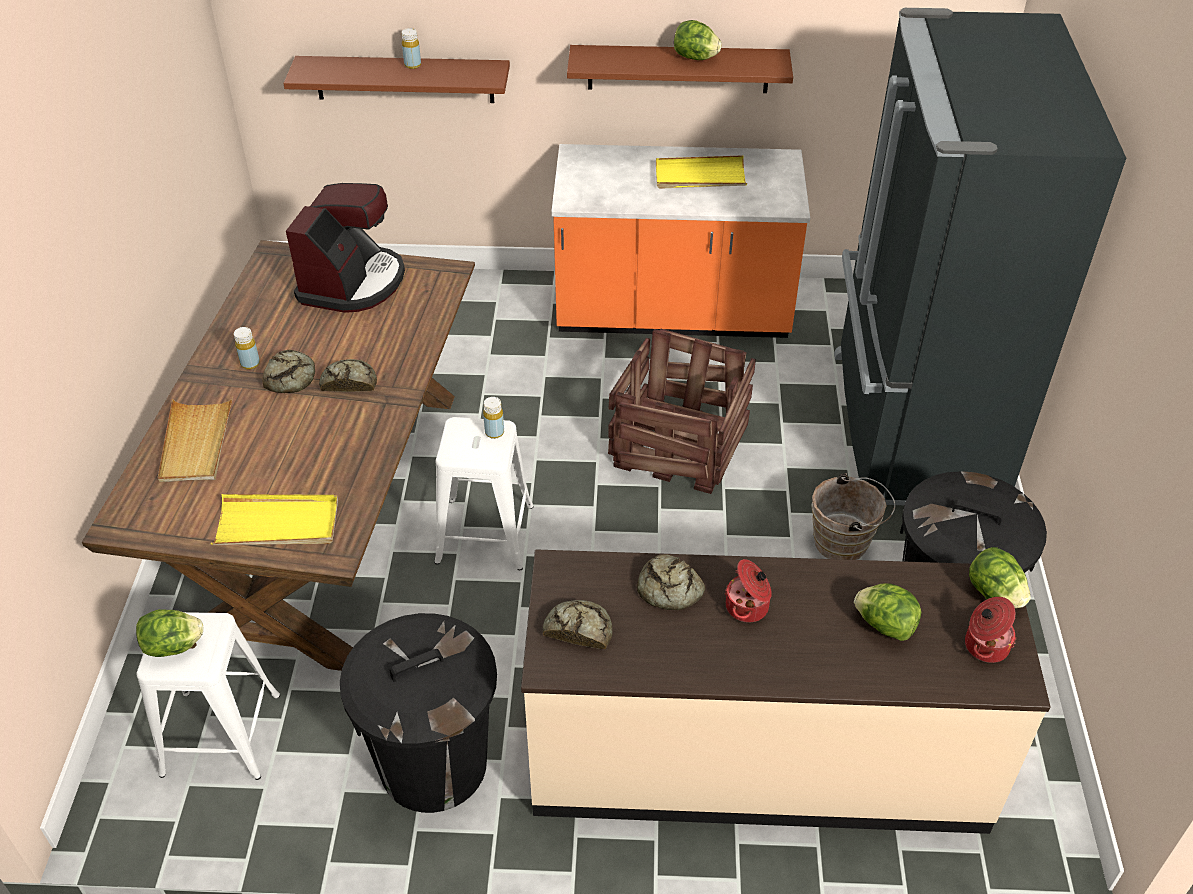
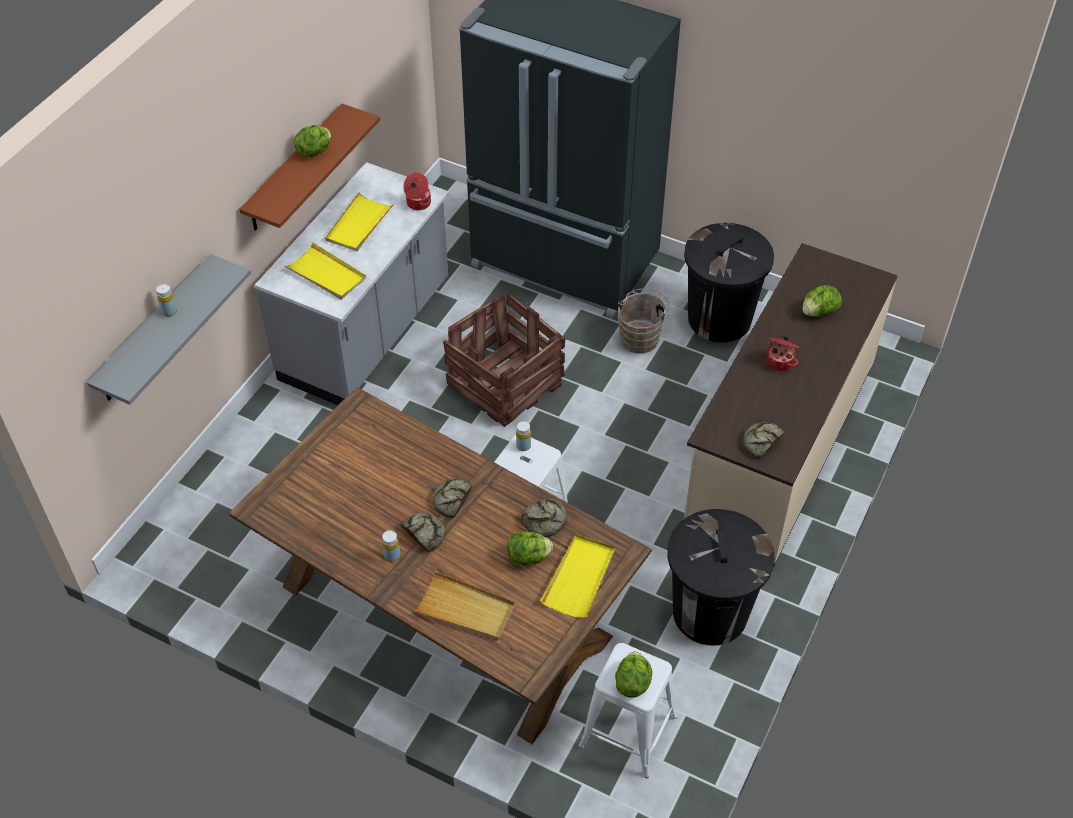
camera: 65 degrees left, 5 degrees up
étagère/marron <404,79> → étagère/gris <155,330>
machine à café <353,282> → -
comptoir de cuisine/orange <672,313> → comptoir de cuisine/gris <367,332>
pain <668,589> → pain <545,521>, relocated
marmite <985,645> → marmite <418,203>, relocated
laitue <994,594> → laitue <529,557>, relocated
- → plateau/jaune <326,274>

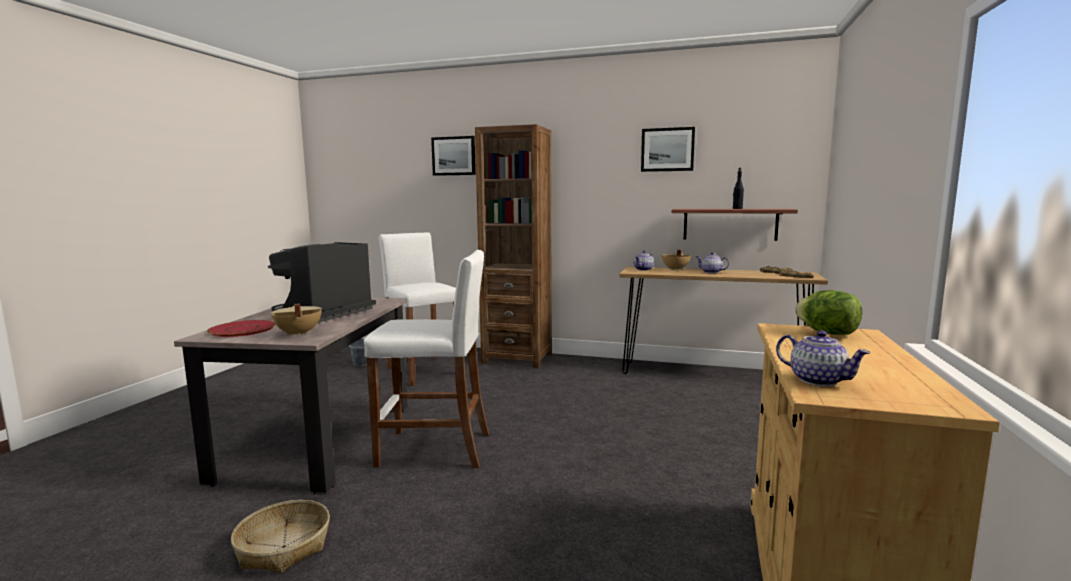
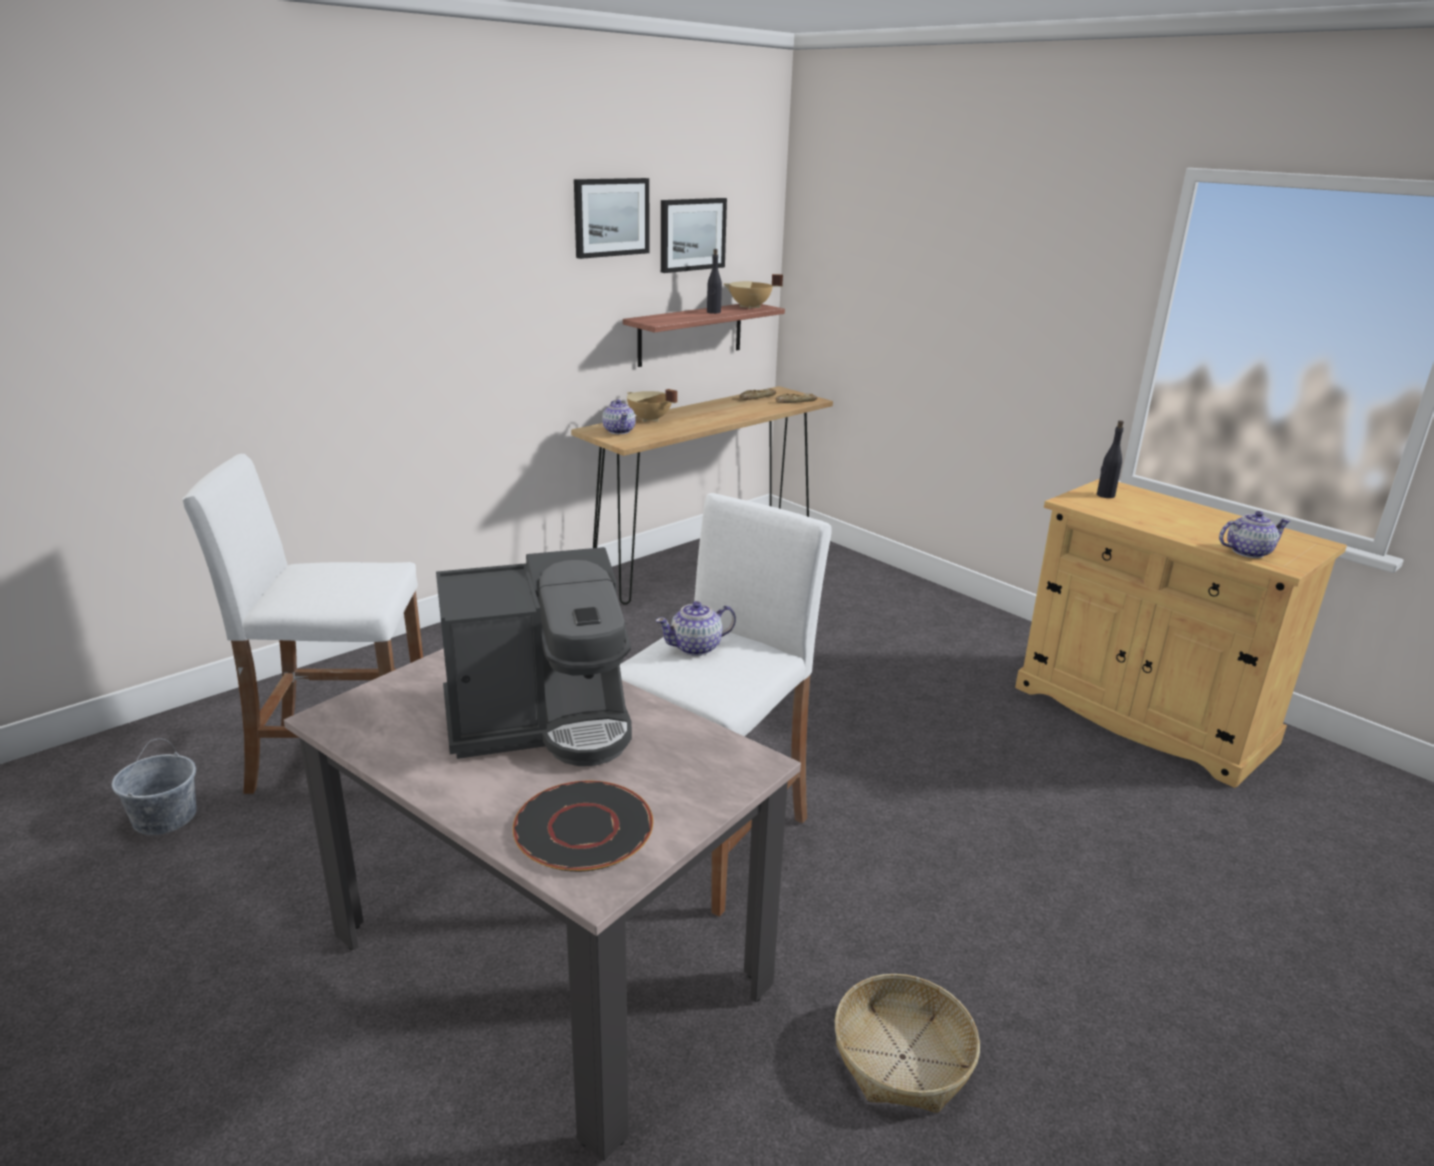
camera: 60 degrees left, 15 degrees up
assiette/rouge <242,329> → assiette/noir <582,828>
machine à café <323,314> → machine à café <542,723>, 75 degrees counterclockwise
marmite/beige <297,334> → marmite/beige <750,307>, relocated
tableau <454,156> → tableau <692,234>, relocated
bibliothèque/marron <517,358> → -
théière <711,272> → théière <696,647>, relocated
laitue <827,333> → bouteille/noir <1105,495>

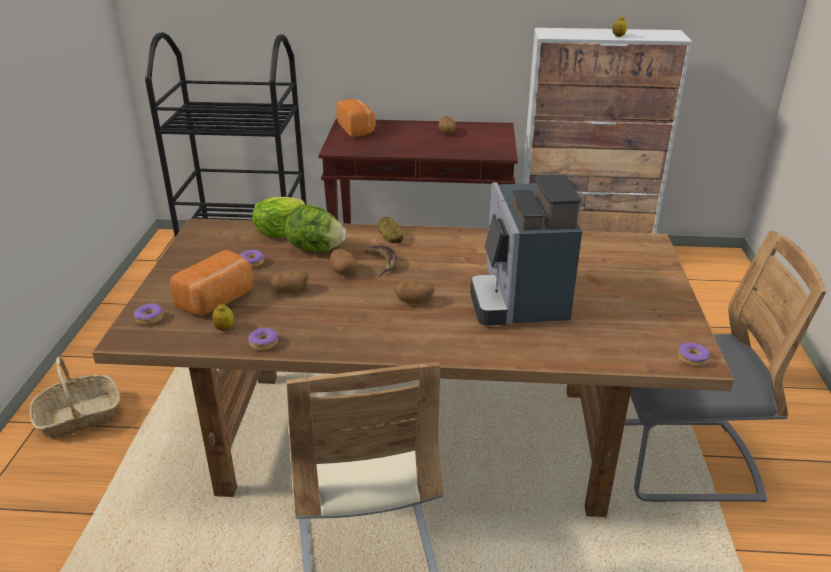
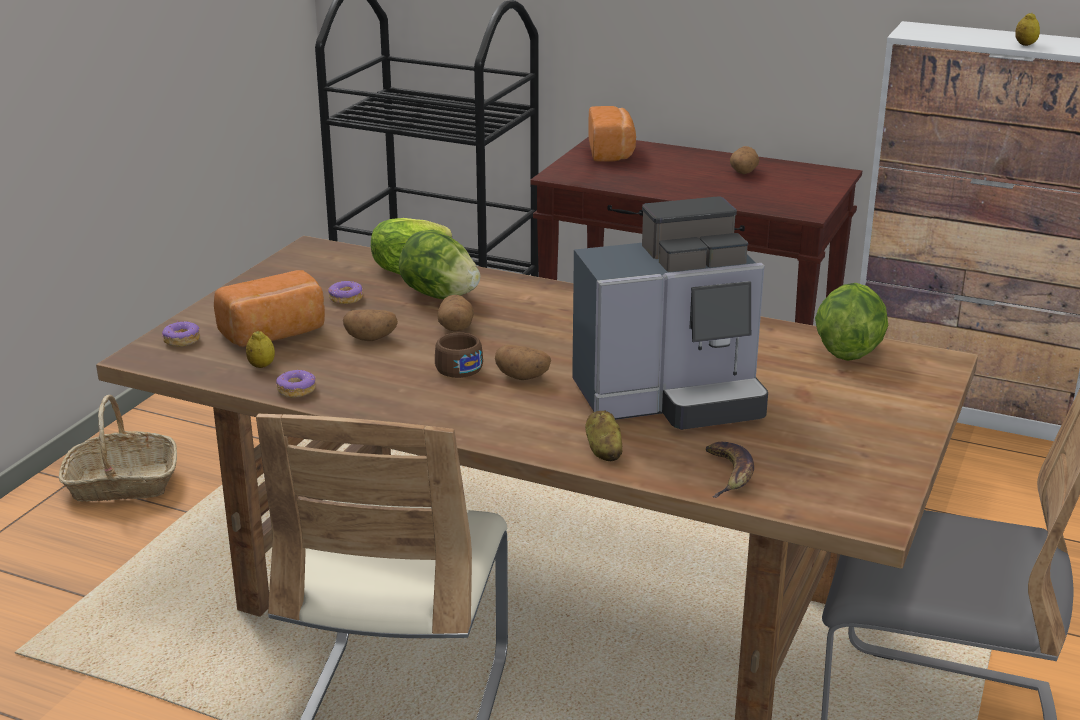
camera: 20 degrees right, 5 degrees down
banane <382,263> → banane <728,474>, relocated
pomme de terre <390,238> → pomme de terre <603,451>, relocated
machine à café <519,299> → machine à café <671,399>, 120 degrees counterclockwise
beignet <692,359> → -
- → tasse/marron <456,367>
- → laitue <847,350>

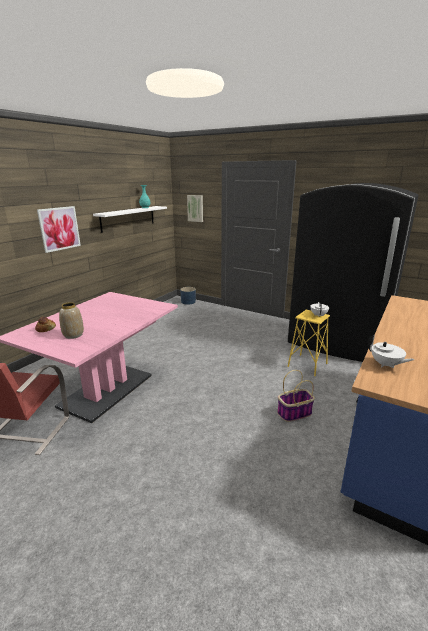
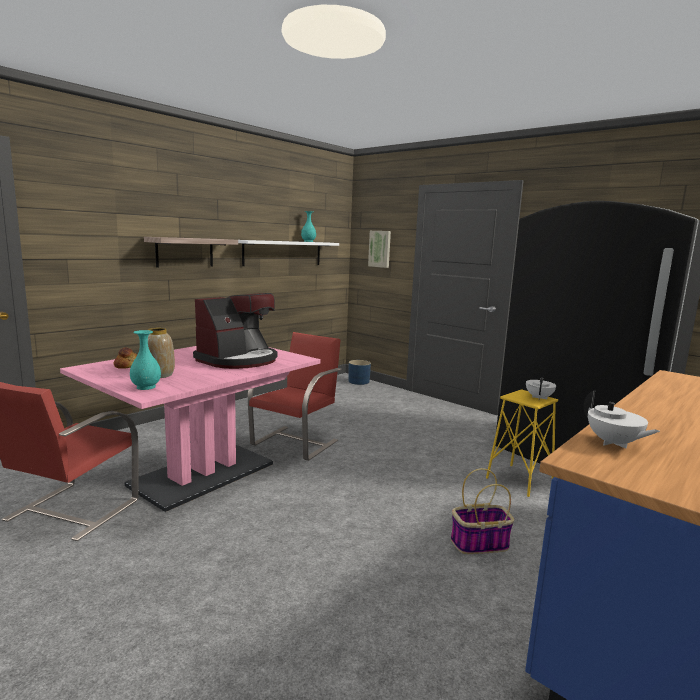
camera: 10 degrees right, 10 degrees down
tableau <59,228> → étagère <185,252>
- → vase/turquoise <146,387>
- → machine à café <238,360>
- → chaise/rouge <296,442>

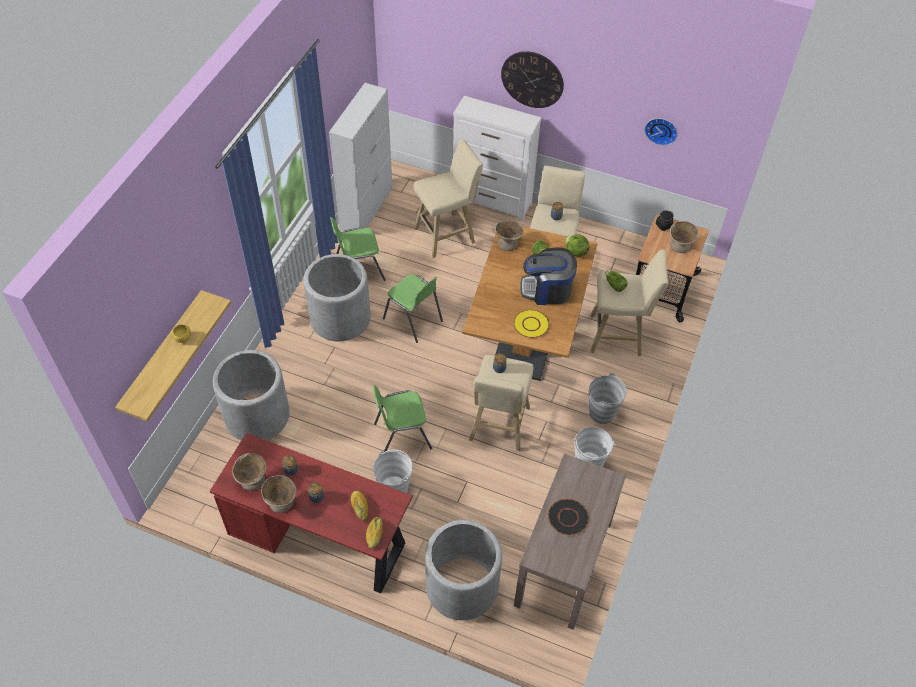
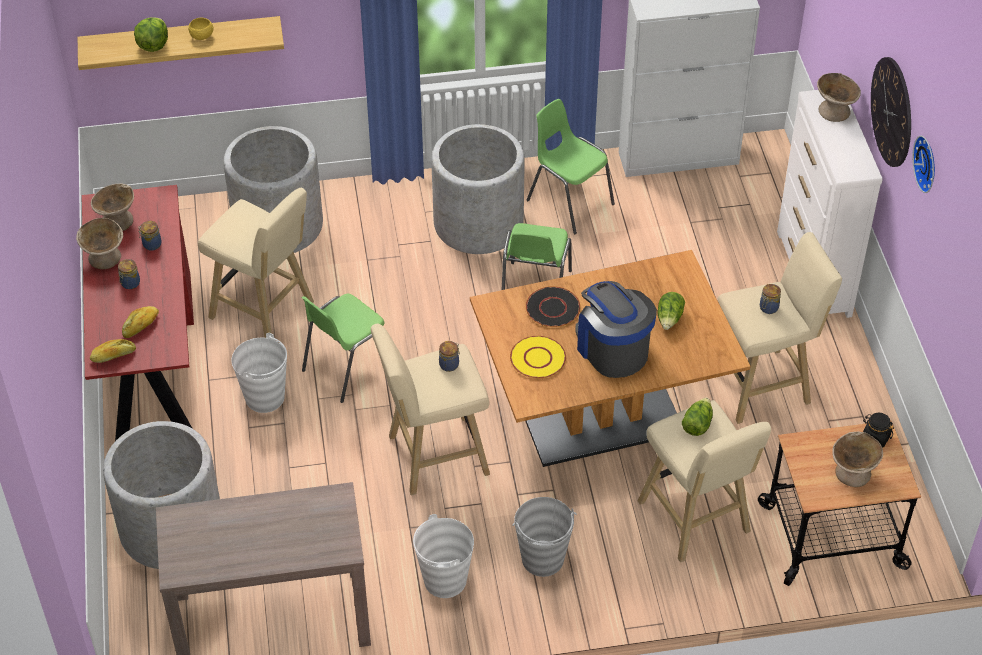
camera: 60 degrees right, 5 degrees down
chaise/vert <402,435> → chaise/vert <348,367>, 90 degrees counterclockwise
tabouret/beige <447,235> → tabouret/beige <265,312>, relocated
bol/beige <507,243> → bol/beige <834,111>, relocated
assiette/noir <568,517> → assiette/noir <553,308>, relocated
laitue <575,252> → laitue <153,45>, relocated
horloge murale <661,130> → horloge murale <928,163>, relocated

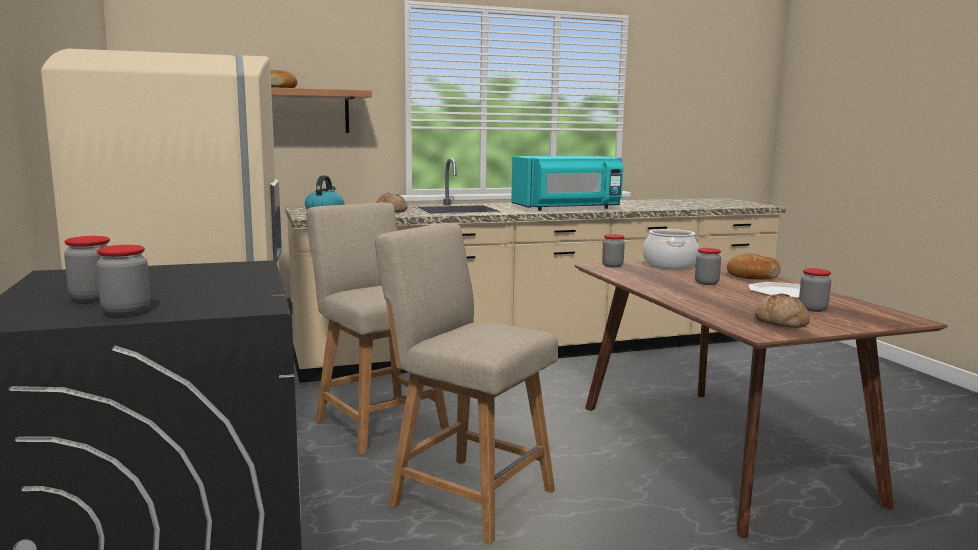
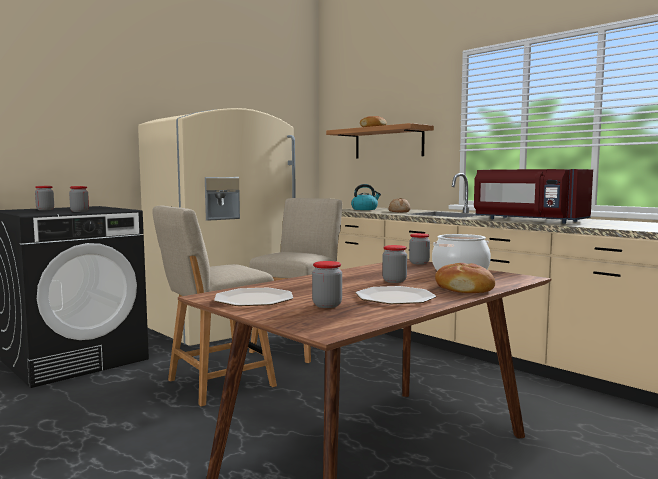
camera: 65 degrees right, 5 degrees down
bocal <126,312> → bocal <79,211>, relocated
chaise/beige <466,495> → chaise/beige <216,384>, 135 degrees counterclockwise
micro-ondes/turquoise <568,208> → micro-ondes/rouge <527,220>
pain <780,322> → assiette <254,299>

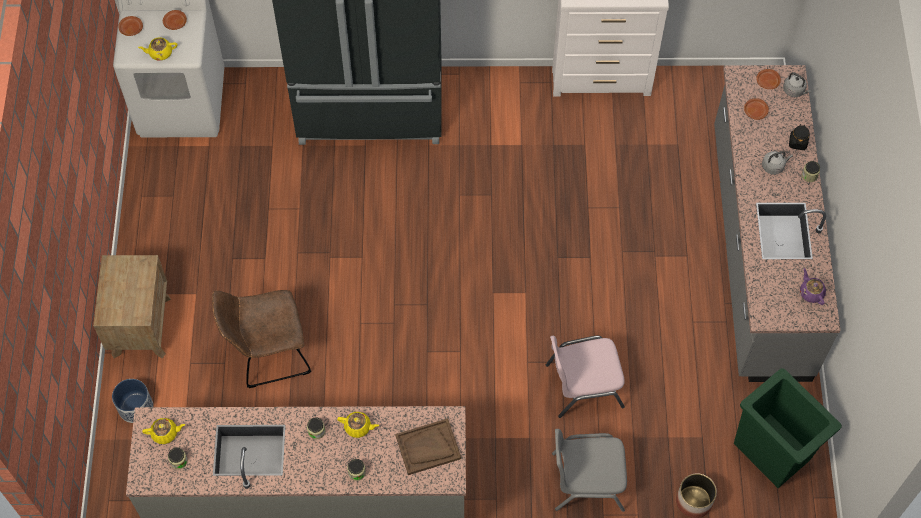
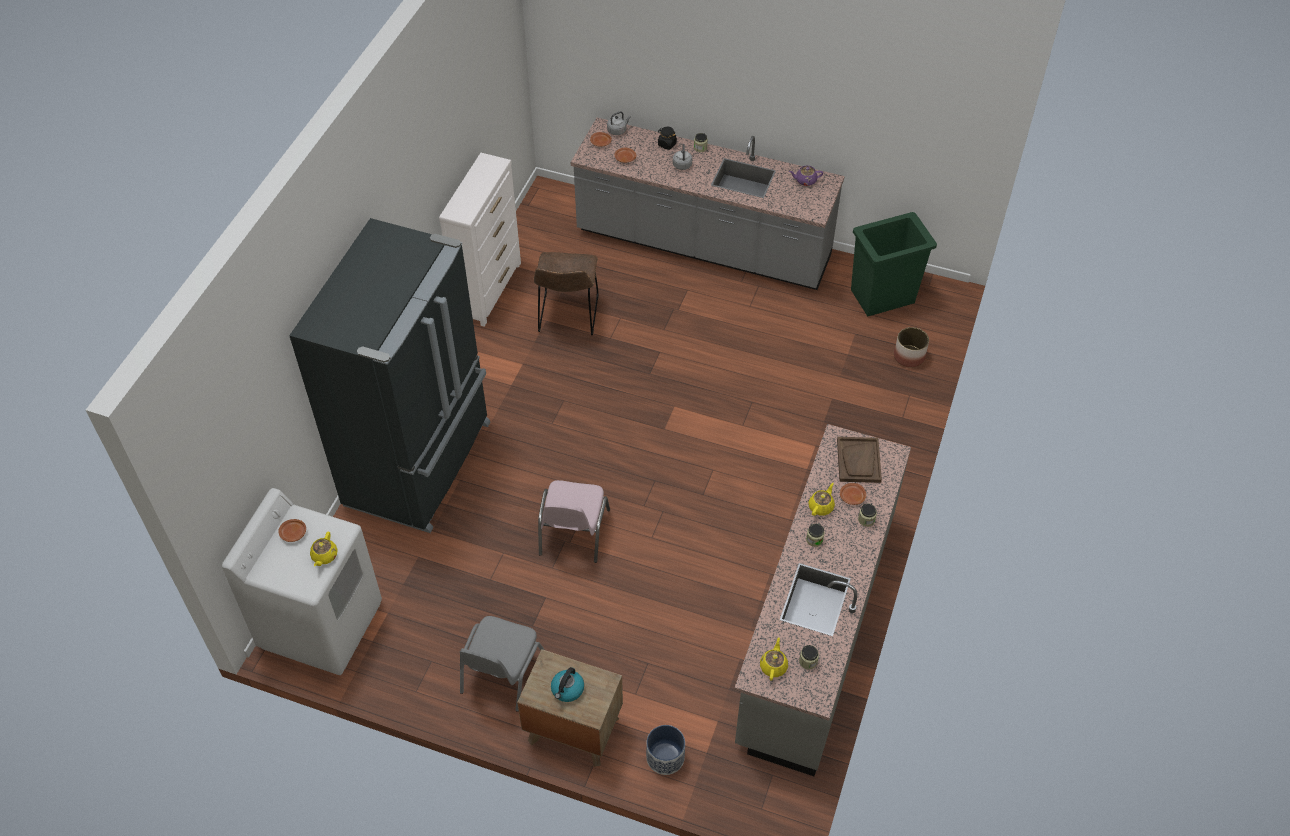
camera: 70 degrees left, 10 degrees down
assiette/marron <131,28> → assiette/marron <852,497>, relocated
chaise/marron <268,354> → chaise/marron <568,317>, relocated
chaise/rose <582,385> → chaise/rose <573,533>, relocated
chaise/gris <586,480> → chaise/gris <501,673>, relocated
- → bouilloire <567,690>

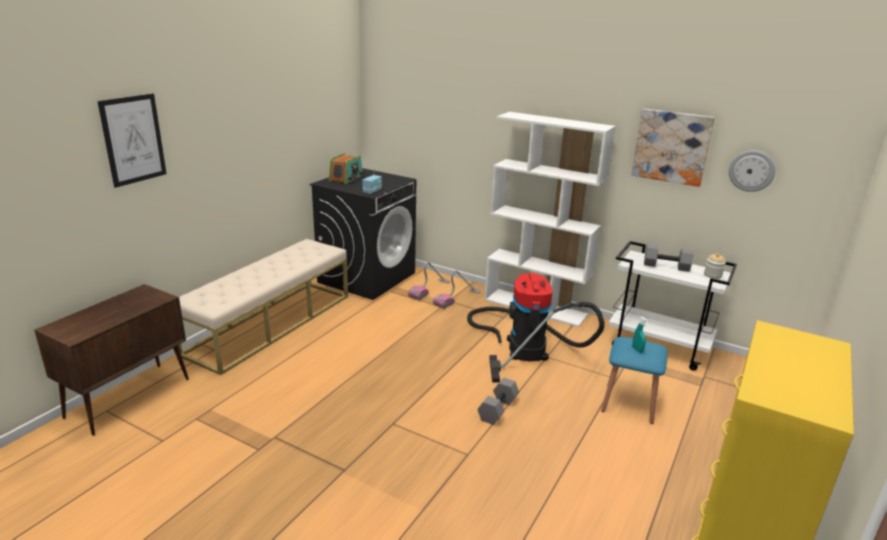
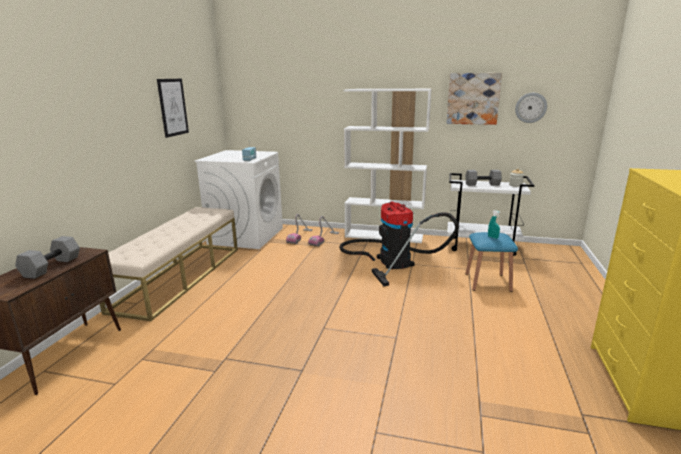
camera: 15 degrees left, 5 degrees down
tableau <133,139> → tableau <173,107>, relocated
lave-linge/noir <367,277> → lave-linge/blanc <246,236>
radio <346,178> → -
haltère/gris <498,410> → haltère/gris <52,267>, relocated

